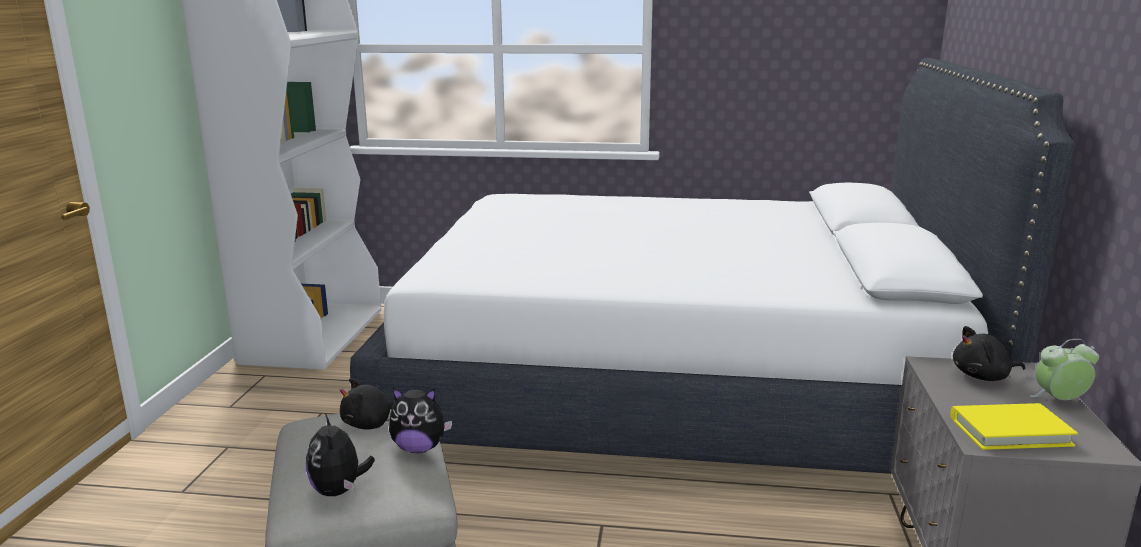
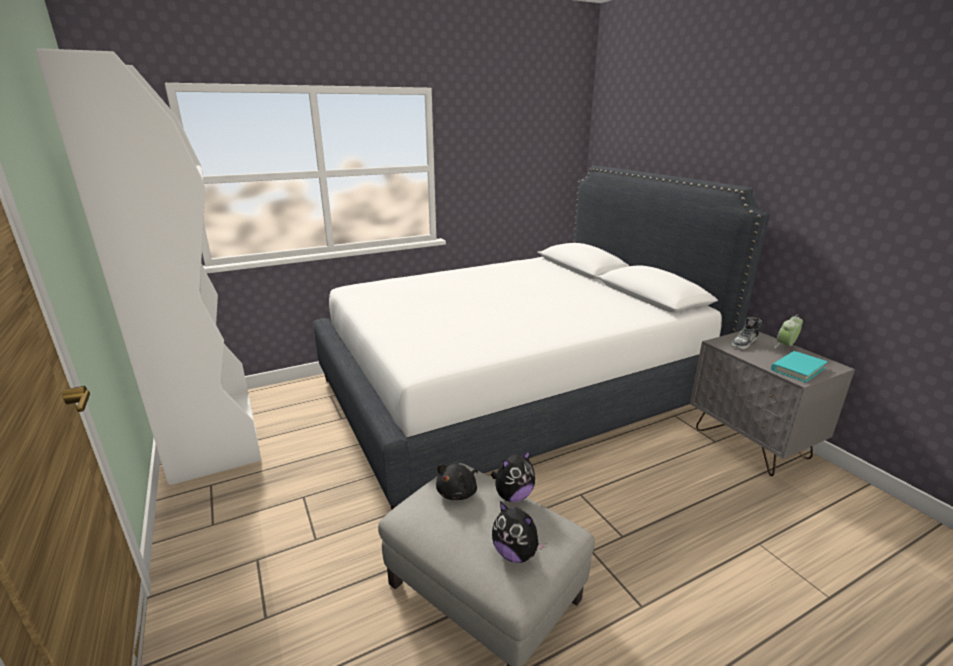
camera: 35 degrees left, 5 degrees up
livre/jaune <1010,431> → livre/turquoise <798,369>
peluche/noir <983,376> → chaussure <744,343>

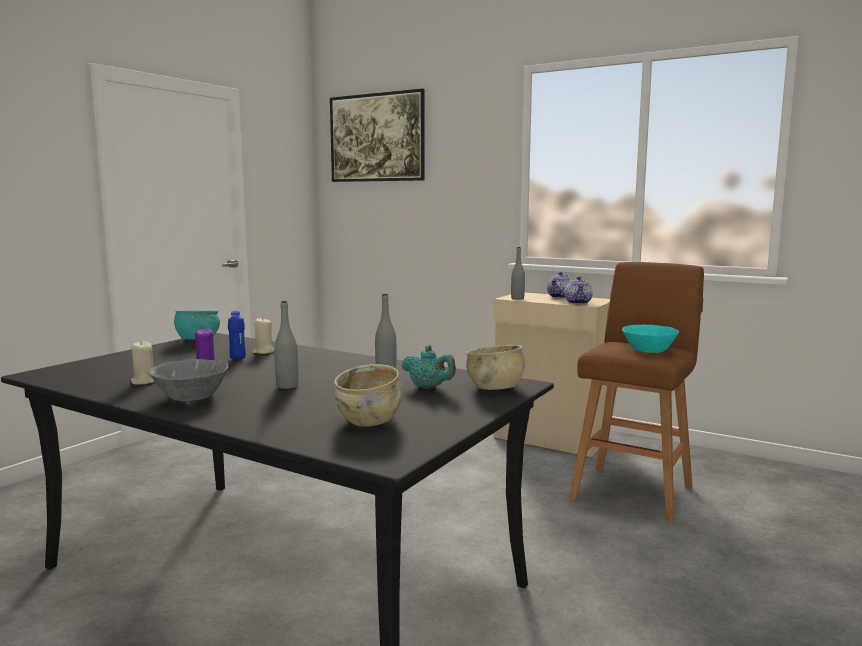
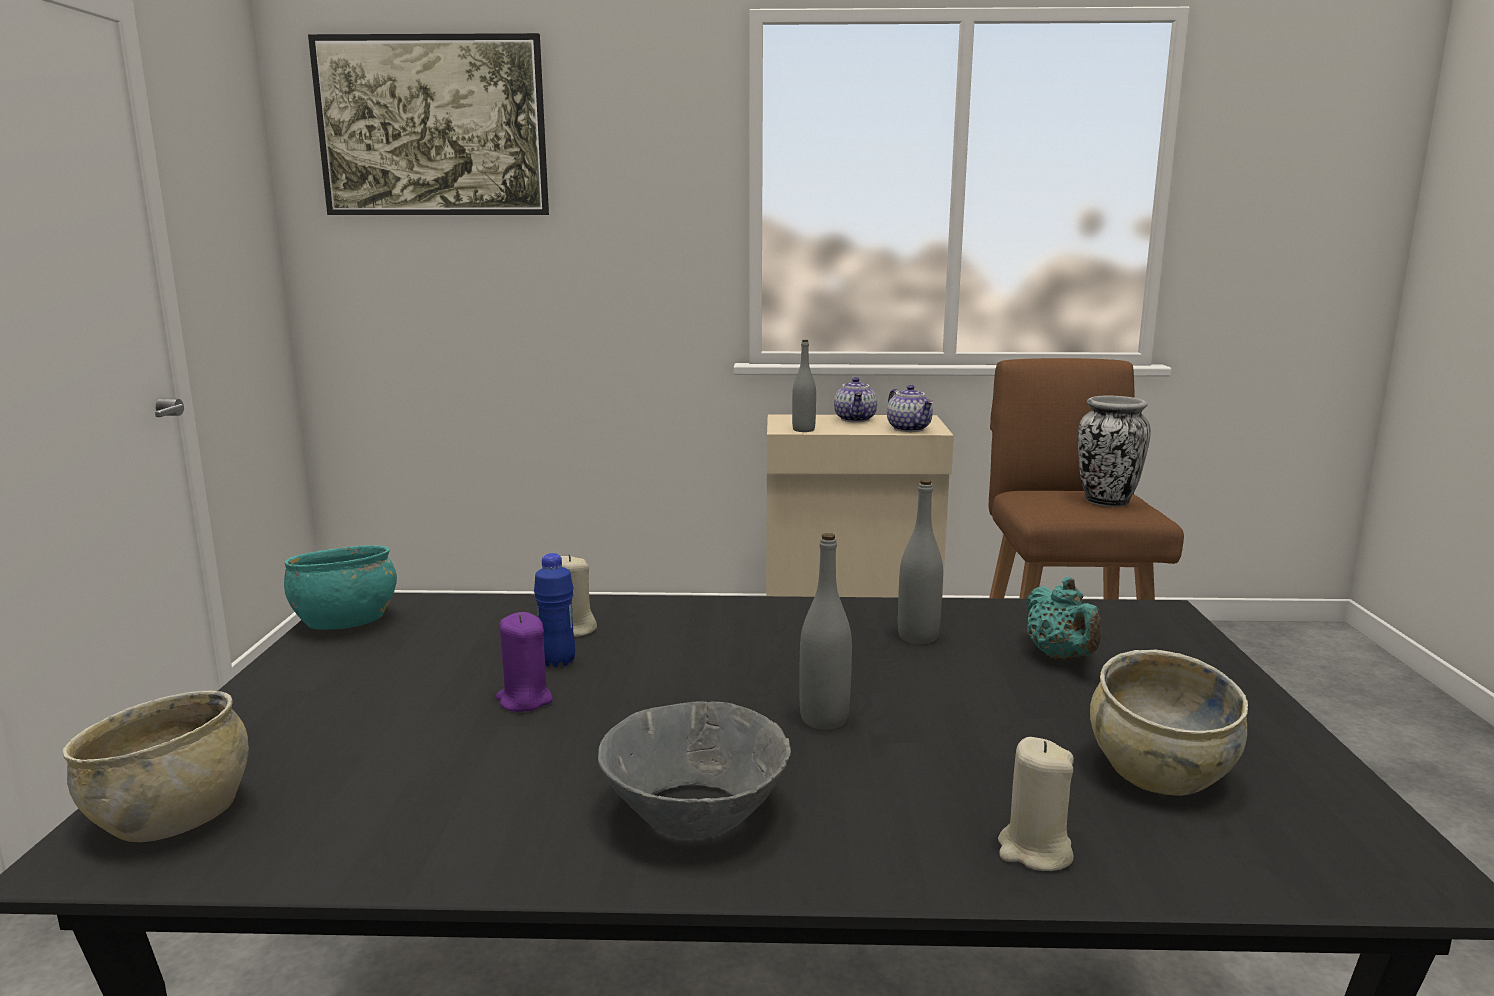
camera: 30 degrees left, 5 degrees up
bougie/beige <143,381> → bougie/beige <1034,851>, relocated
théière/turquoise <428,387> → théière/turquoise <1061,657>, 75 degrees clockwise
bol/beige <495,387> → bol/beige <172,816>, relocated
bol/turquoise <648,350> → vase <1106,502>

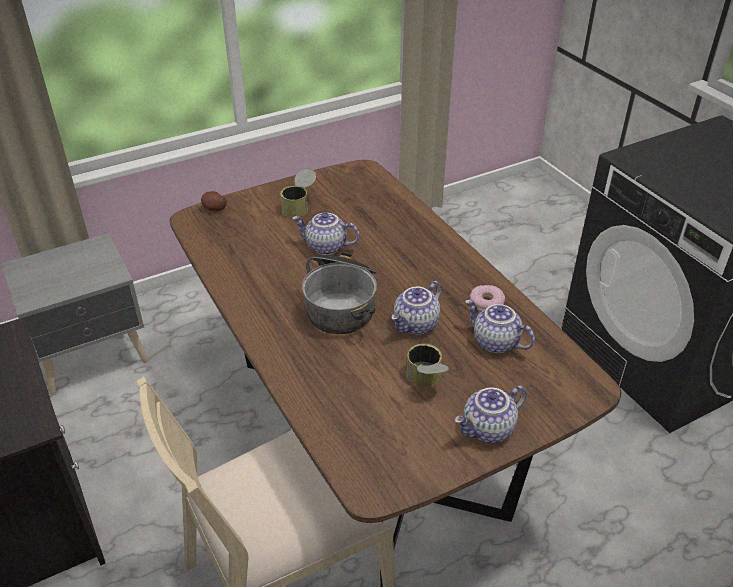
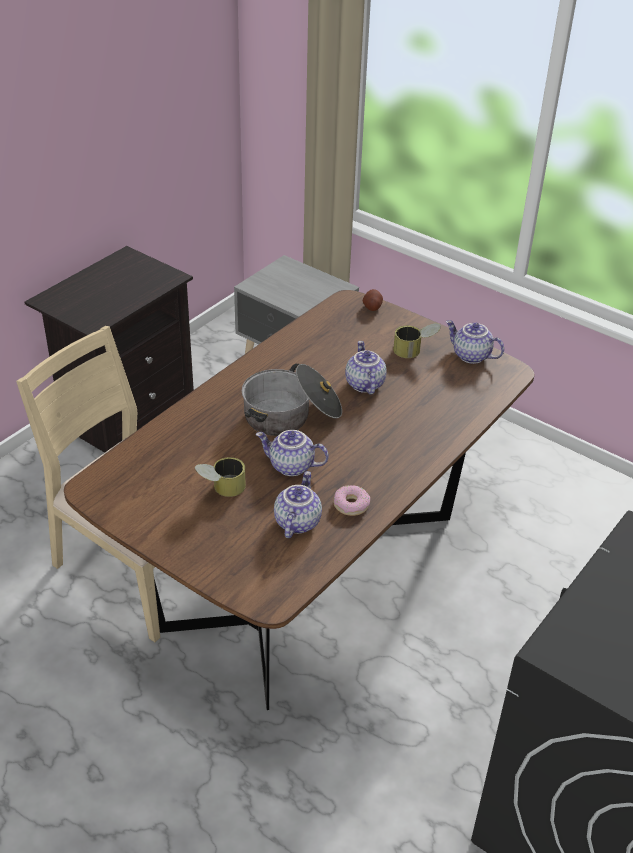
camera: 65 degrees right, 0 degrees up
théière <488,430> → théière <470,356>, relocated

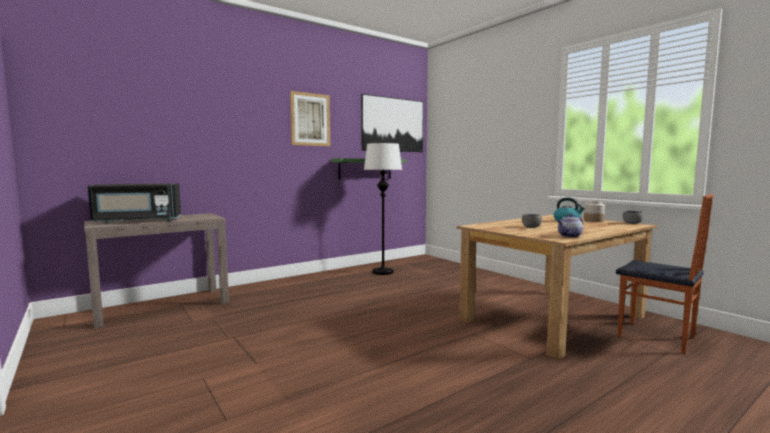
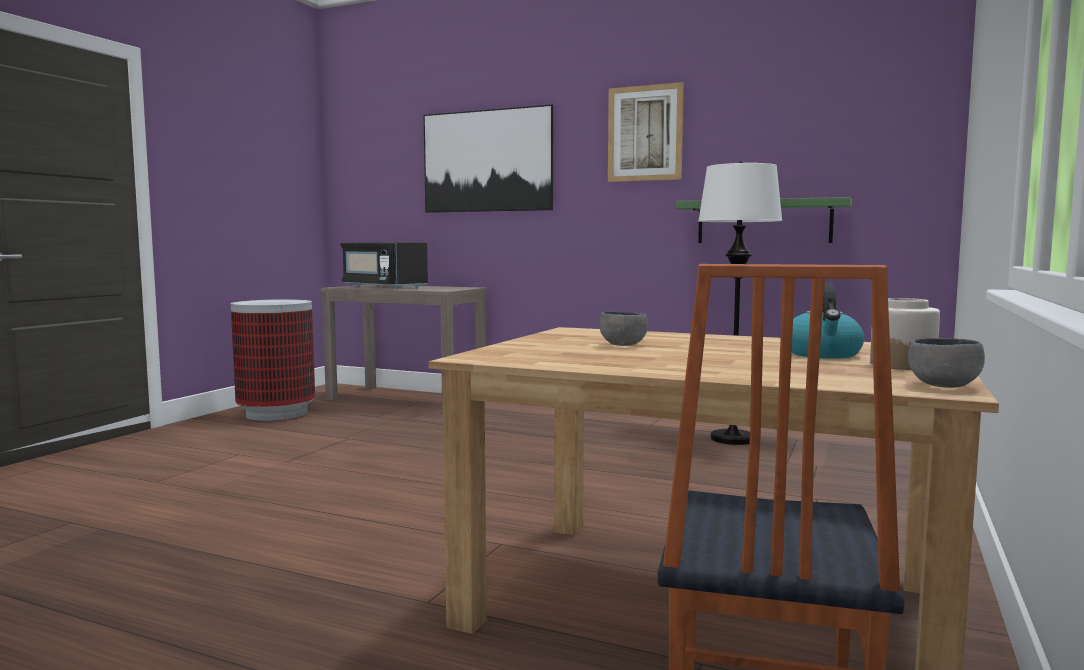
camera: 60 degrees right, 0 degrees up
tableau <393,124> → tableau <487,161>, relocated
théière <569,236> → -
- → poubelle <276,413>

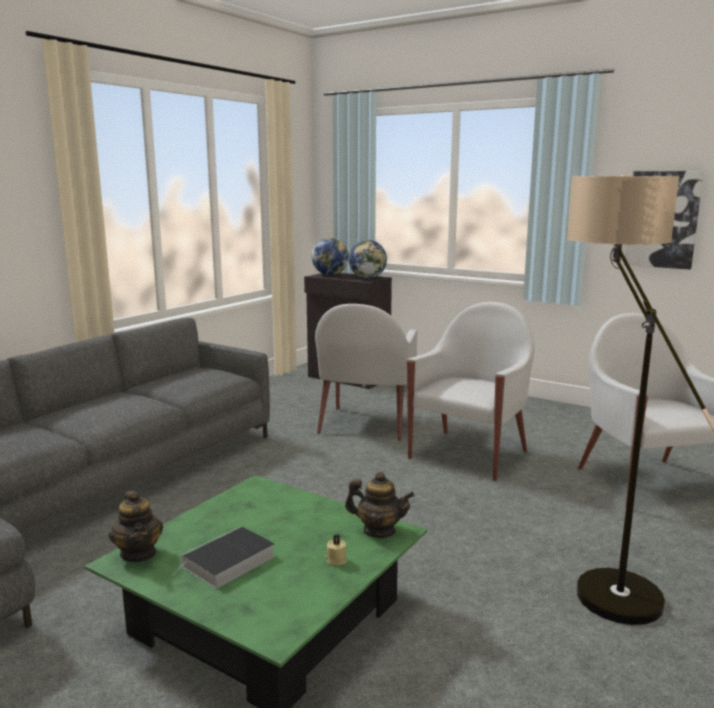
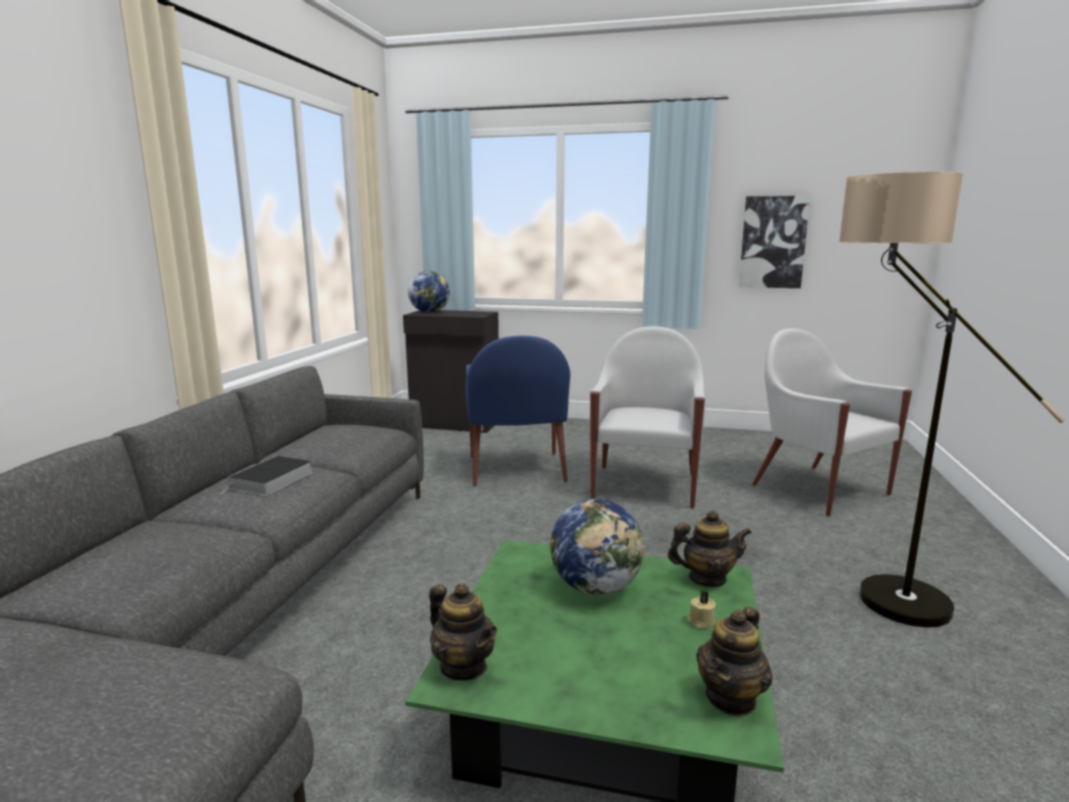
camera: 20 degrees left, 0 degrees up
livre <227,563> → livre <270,481>, relocated
fauteuil/blanc <365,425> → fauteuil/bleu <516,470>
globe <368,278> → globe <596,587>, relocated
- → théière <731,698>

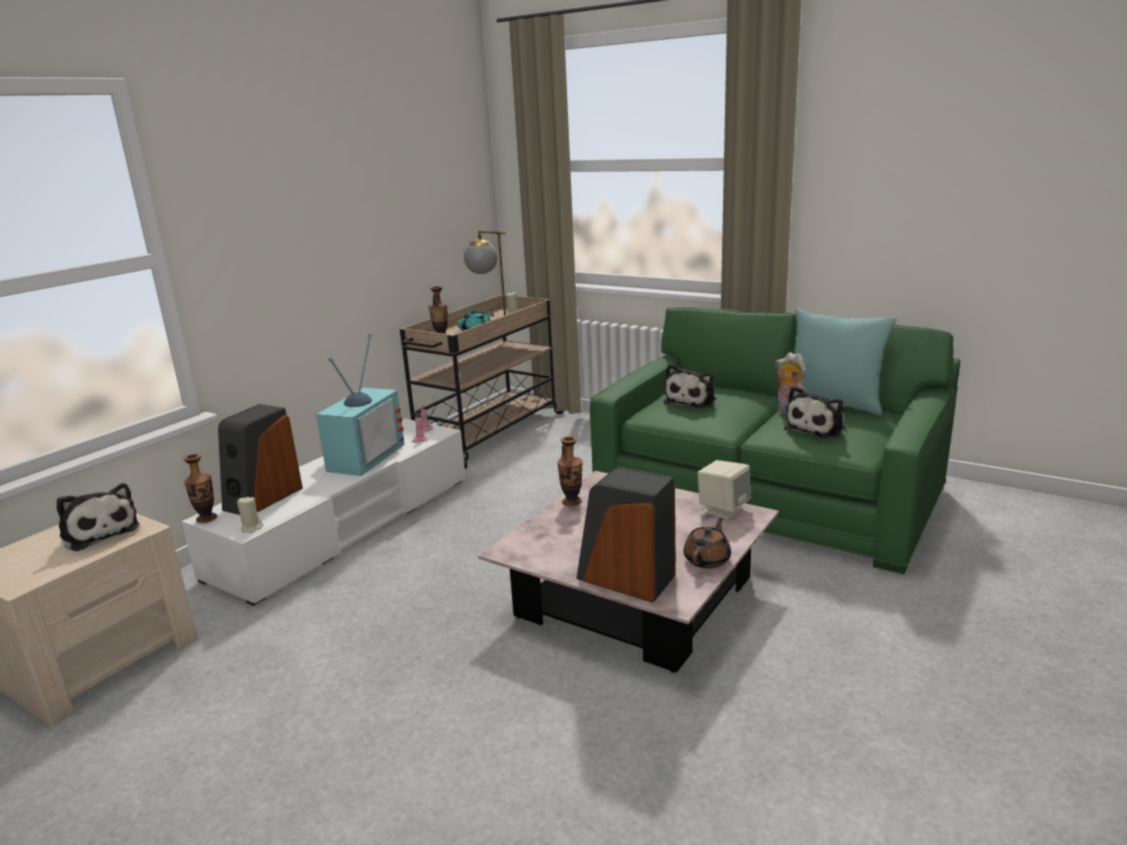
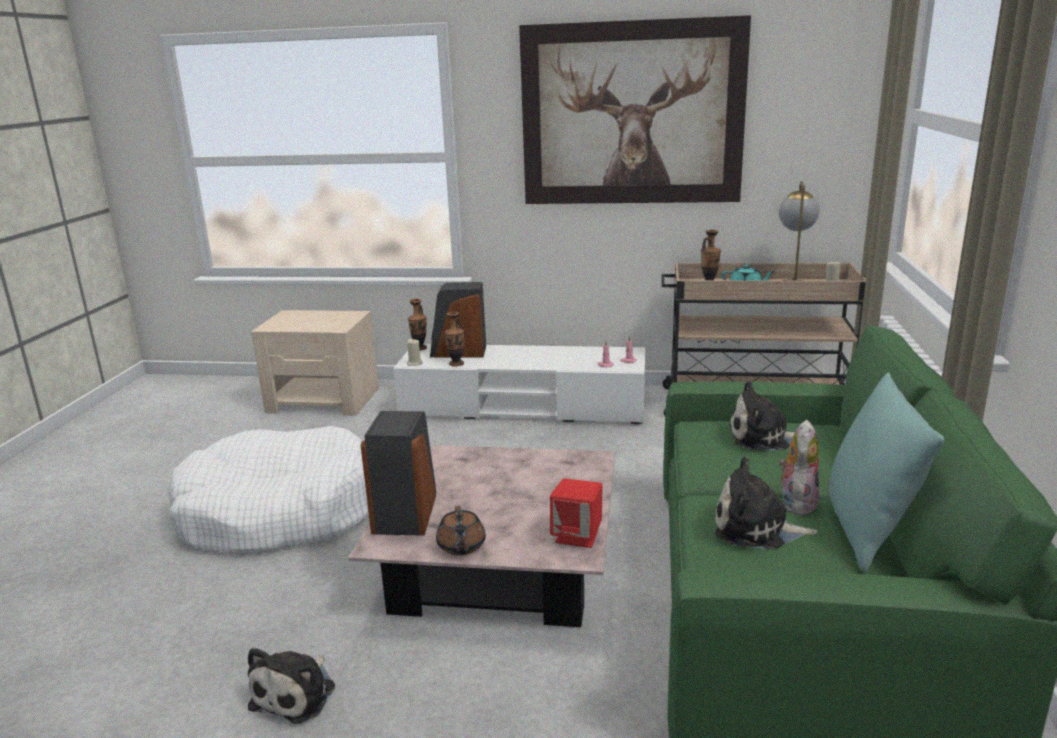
camera: 65 degrees right, 0 degrees up
peluche <99,532> → peluche <297,694>, relocated
téléviseur <363,456> → -
vase <572,502> → vase <456,364>, relocated
théière/marron <707,559> → théière/marron <461,546>, 75 degrees clockwise
enceinte/beige <723,509> → enceinte/rouge <577,536>
- → panier pour chien/blanc <279,512>
- → tableau <631,114>

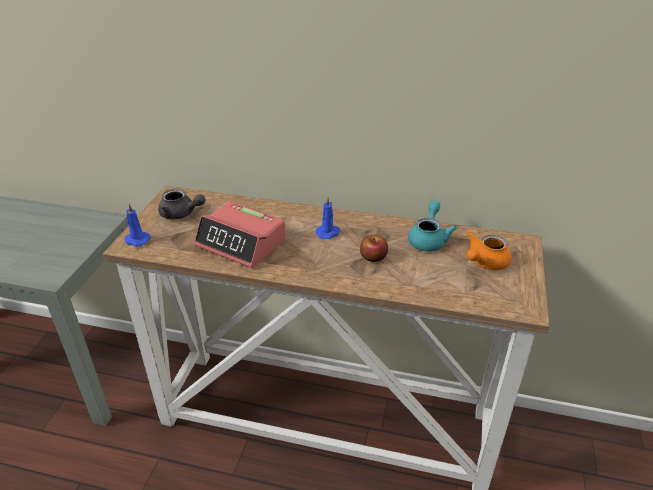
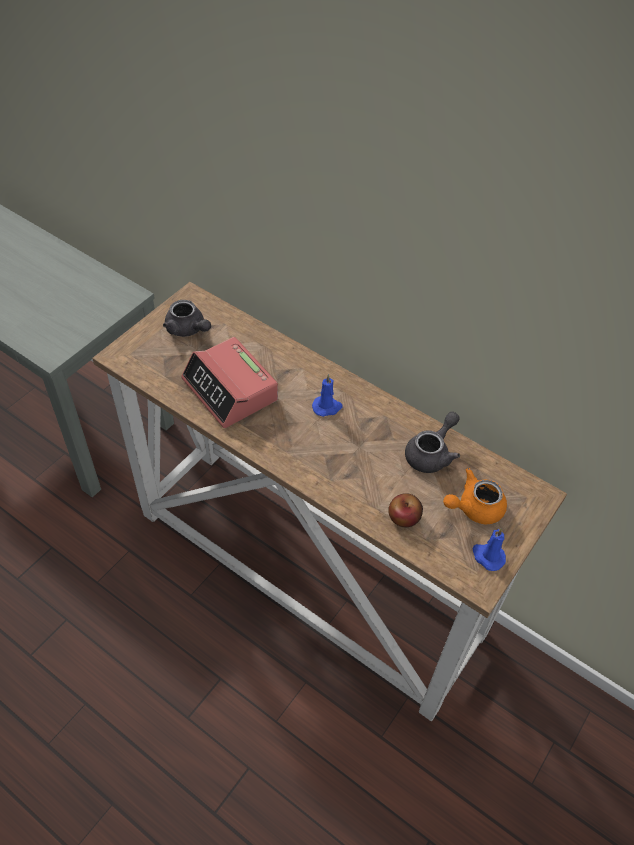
camera: 20 degrees right, 15 degrees up
bougie/bleu <136,240> → bougie/bleu <487,556>, relocated
pomme <373,257> → pomme <404,517>, relocated
théière/turquoise <428,239> → théière/gris <431,453>

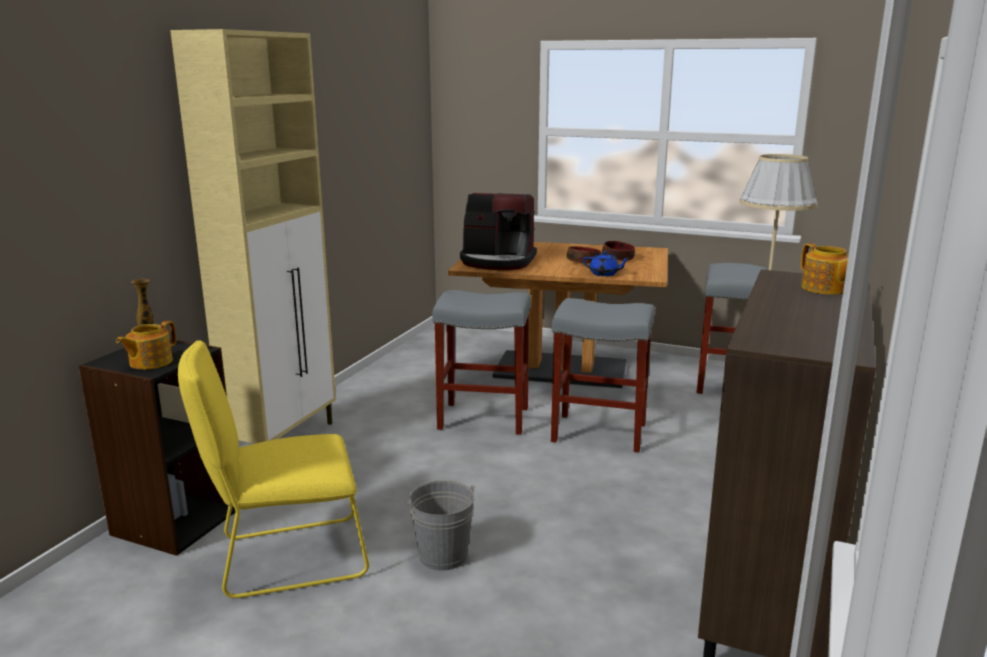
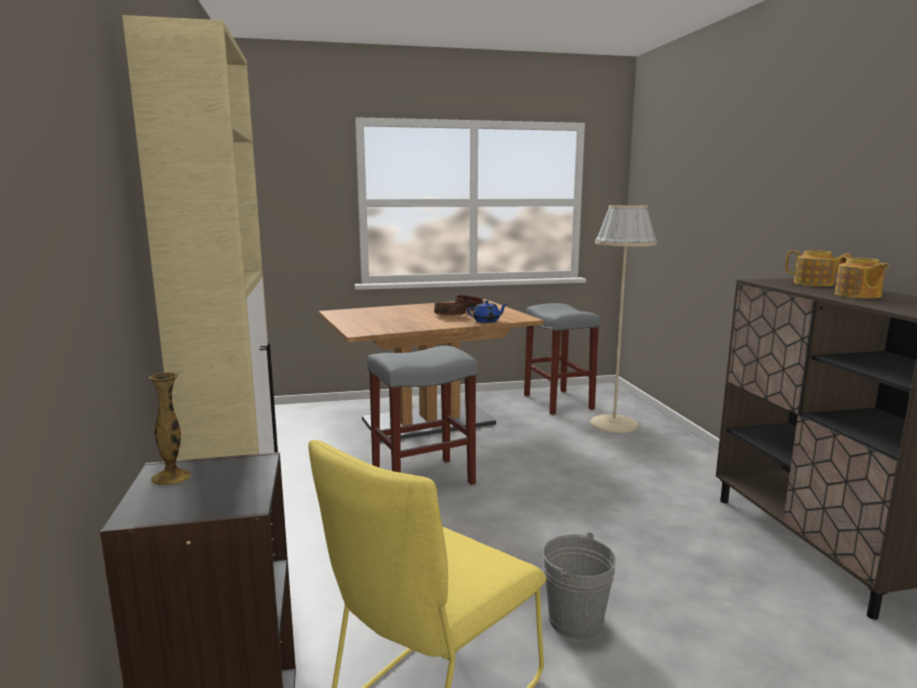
camera: 35 degrees left, 5 degrees down
théière <150,362> → théière <857,295>, relocated
machine à café <498,261> → -
tabouret/gris <597,433> → -

